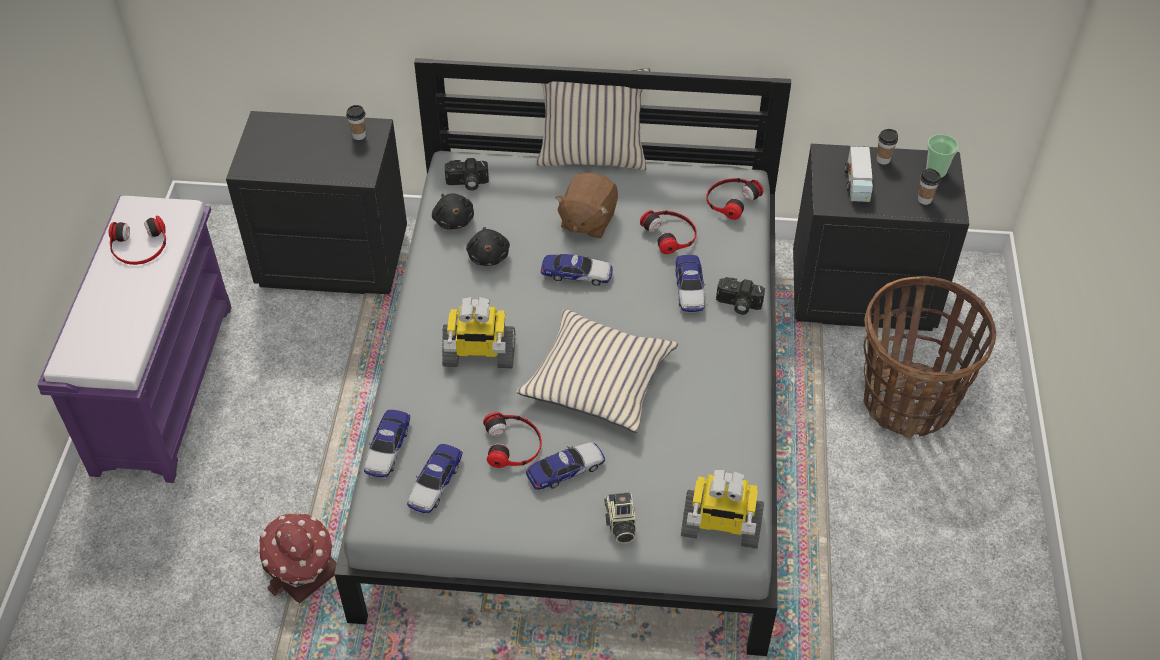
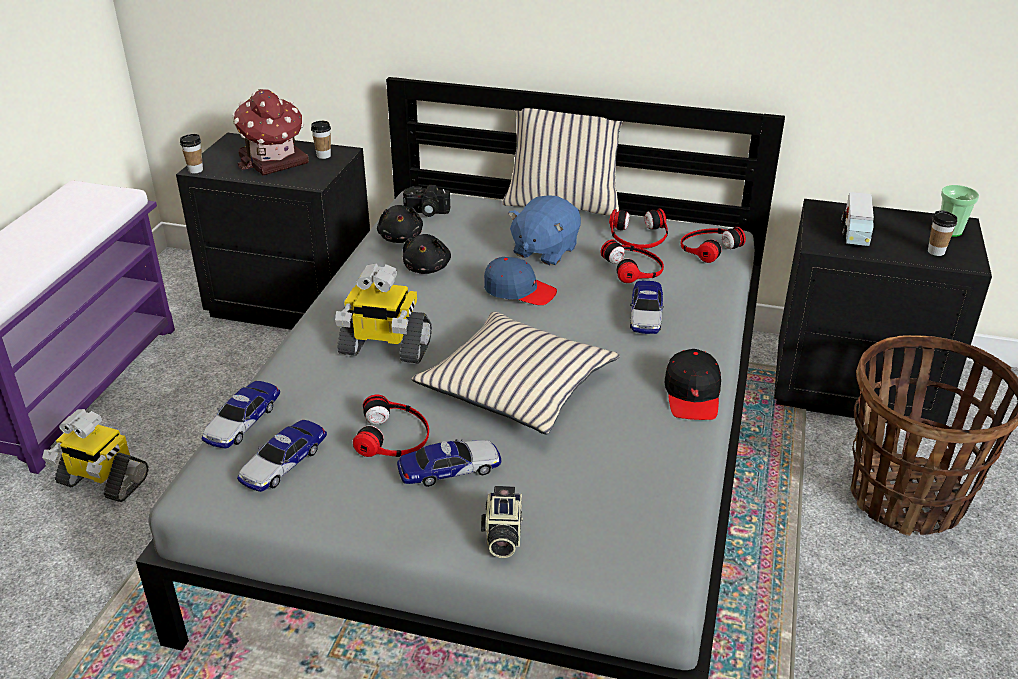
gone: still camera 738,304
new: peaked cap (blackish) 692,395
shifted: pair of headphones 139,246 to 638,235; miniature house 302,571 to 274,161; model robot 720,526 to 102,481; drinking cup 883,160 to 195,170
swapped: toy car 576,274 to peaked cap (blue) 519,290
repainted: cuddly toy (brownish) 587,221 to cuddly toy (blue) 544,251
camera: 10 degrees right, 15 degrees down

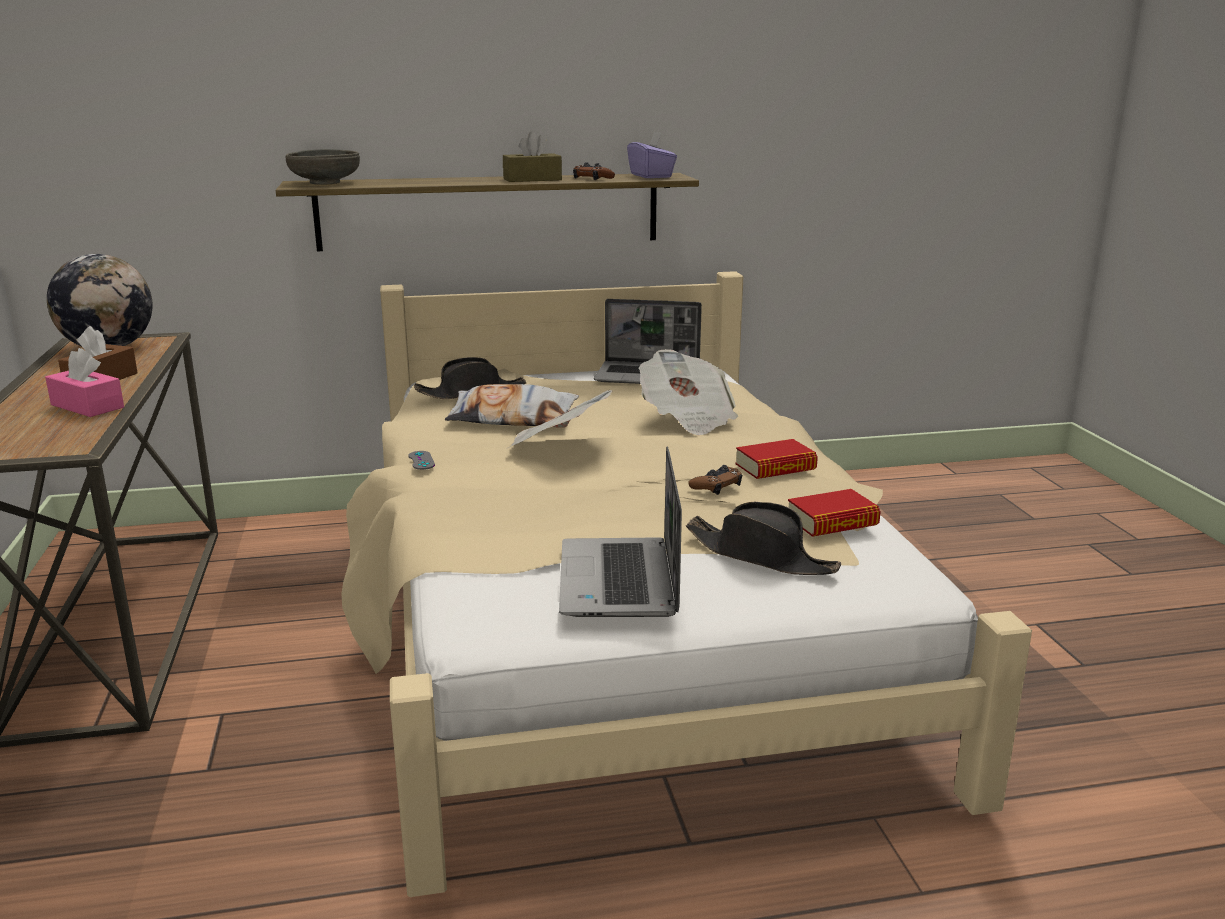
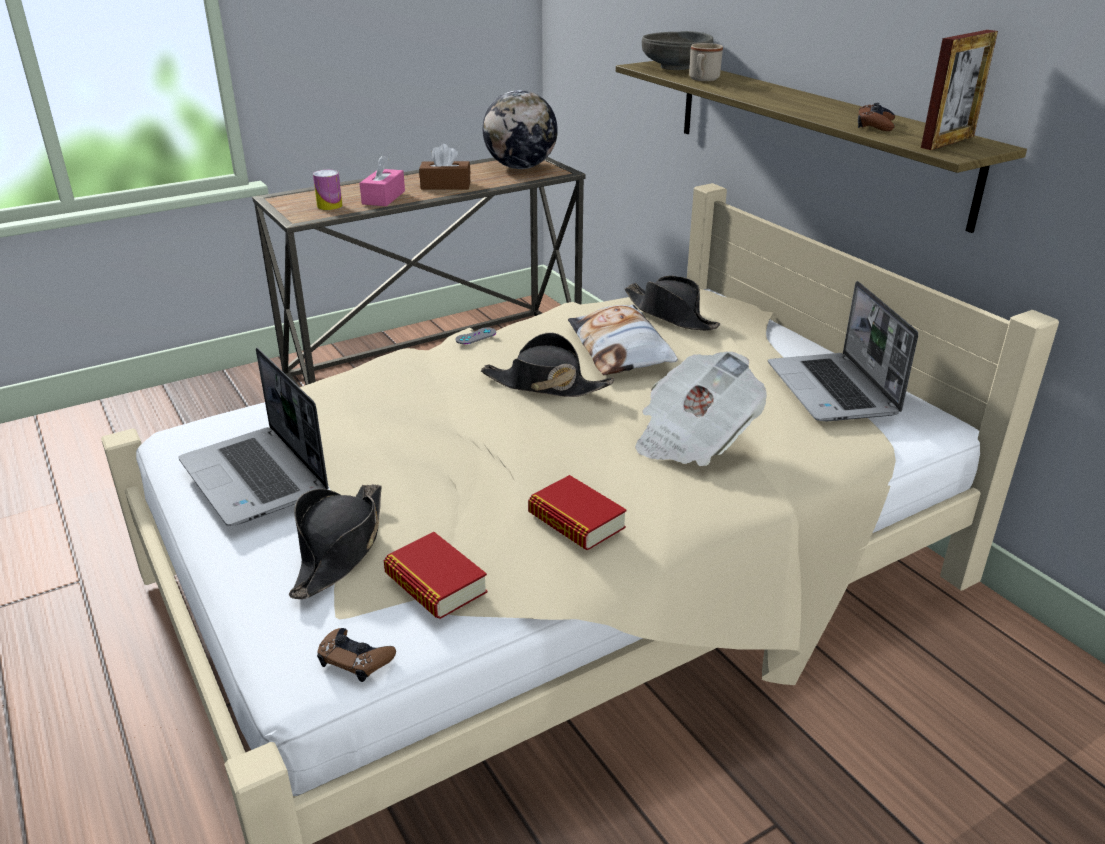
gone: tissue holder (brownish) 532,179
new: can 329,206; coffee mug (beige-coloured) 702,79
shifted: joypad (brownish) 716,485 to 355,659
swapped: printed paper 558,447 to hat (blackish) 545,385; tissue holder (purple-coloured) 651,176 to photo frame 947,142
rotated: notebook computer 620,581 = 256,478 105 degrees counterclockwise
camera: 70 degrees right, 10 degrees up

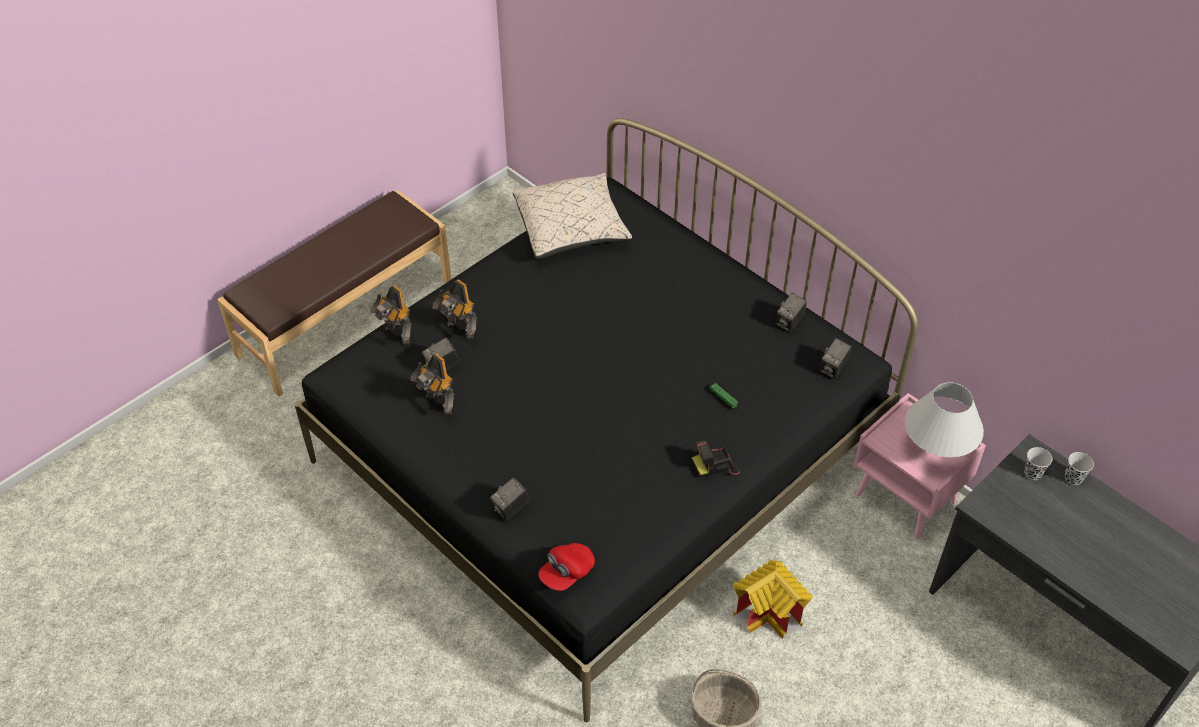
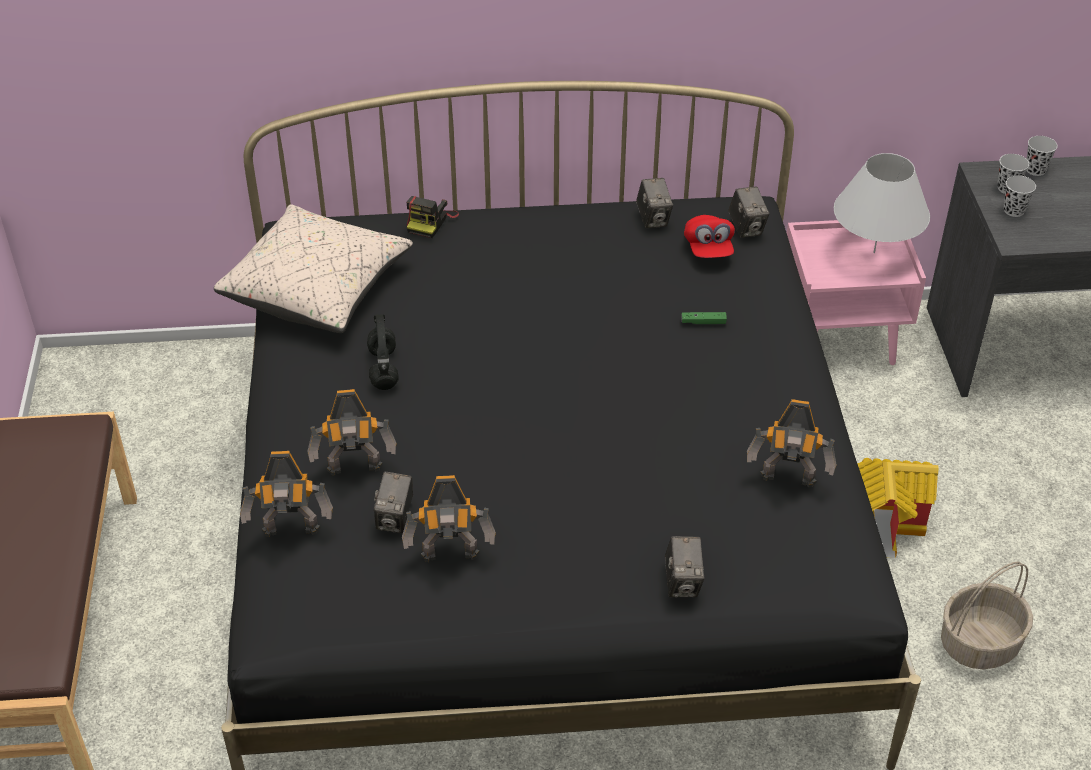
new: pair of headphones (blackish) 383,368; model robot 788,481; drinking cup (blackish) 1014,210
shifted: peaked cap (red) 567,573 to 708,249; still camera 715,464 to 431,221
camera: 50 degrees left, 5 degrees down

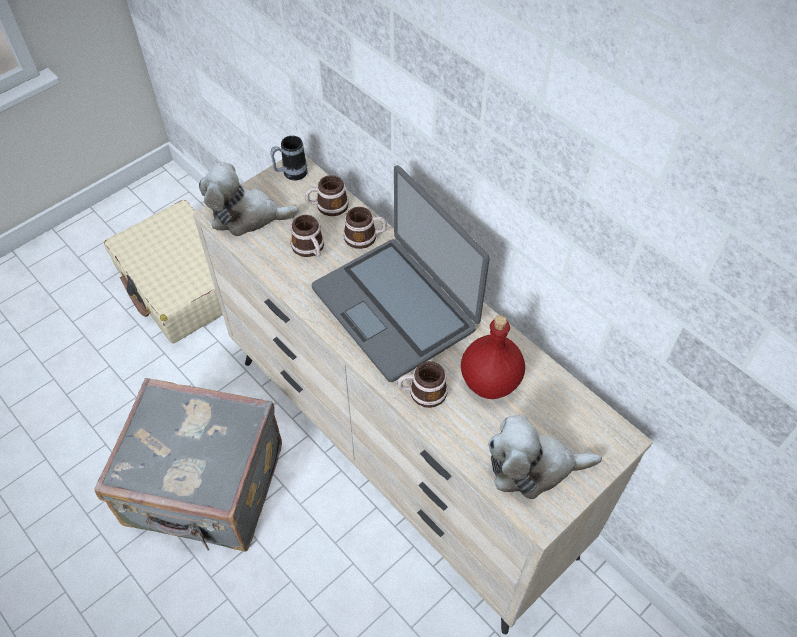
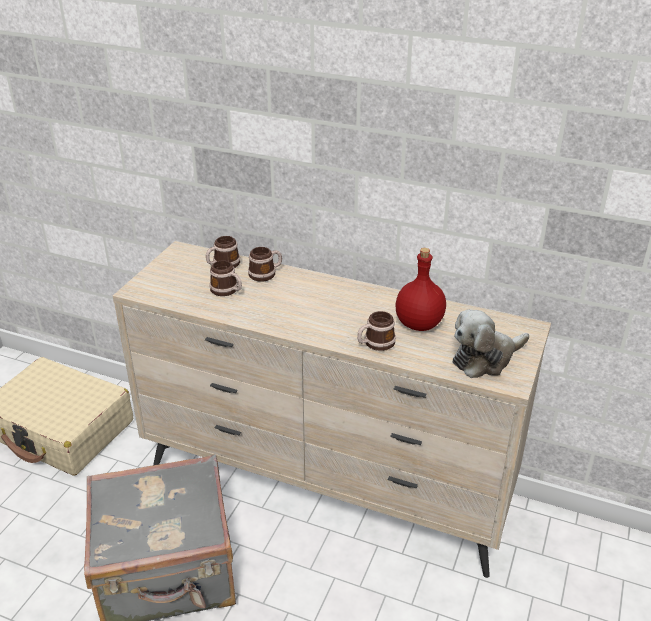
gone: cuddly toy 246,216; coffee mug 290,174; notebook computer 395,307
camera: 25 degrees left, 20 degrees down

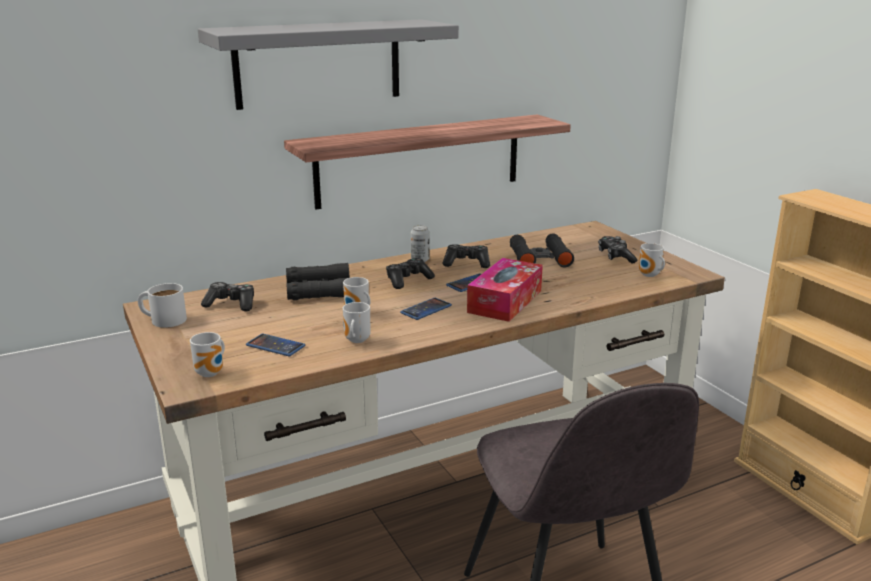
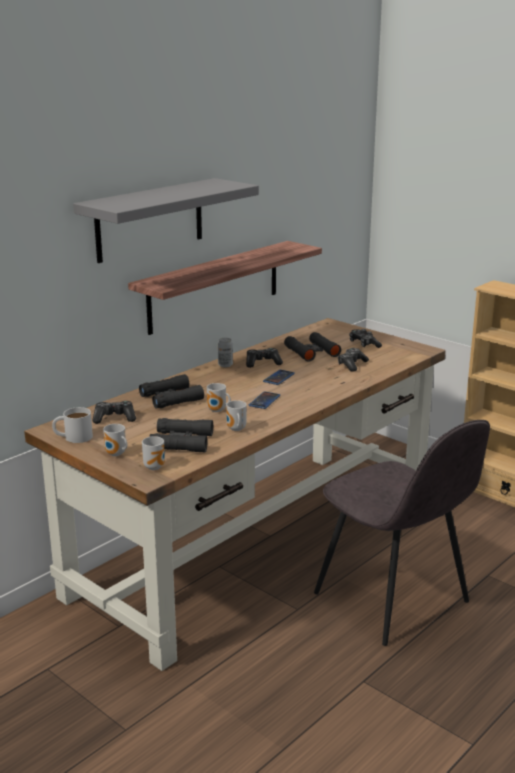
gone: tissue holder 505,301
shifted: joypad 408,280 to 352,365; coffee mug 649,275 to 116,454
swapped: handset 275,346 to pair of binoculars (blackish) 181,442
camera: 20 degrees left, 0 degrees up

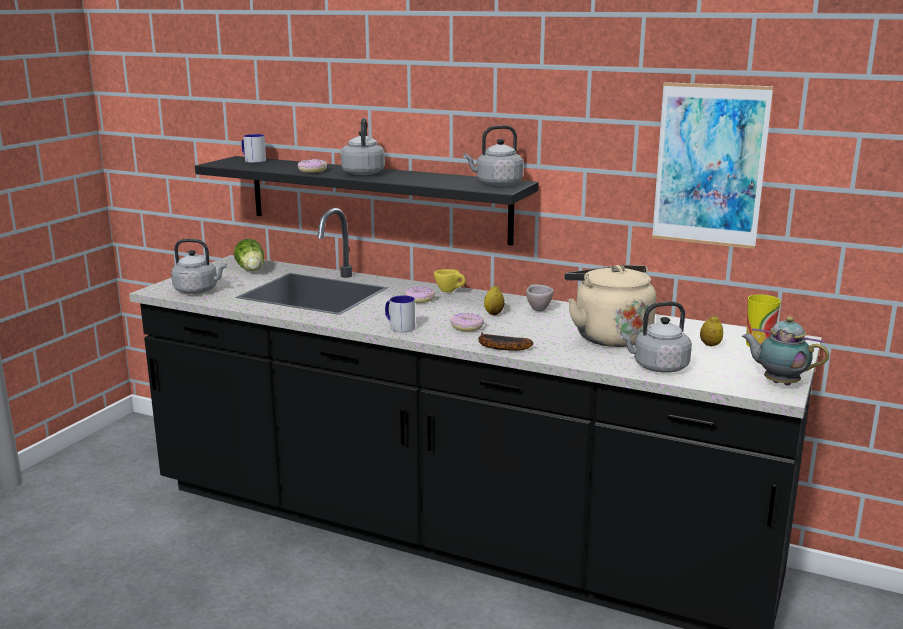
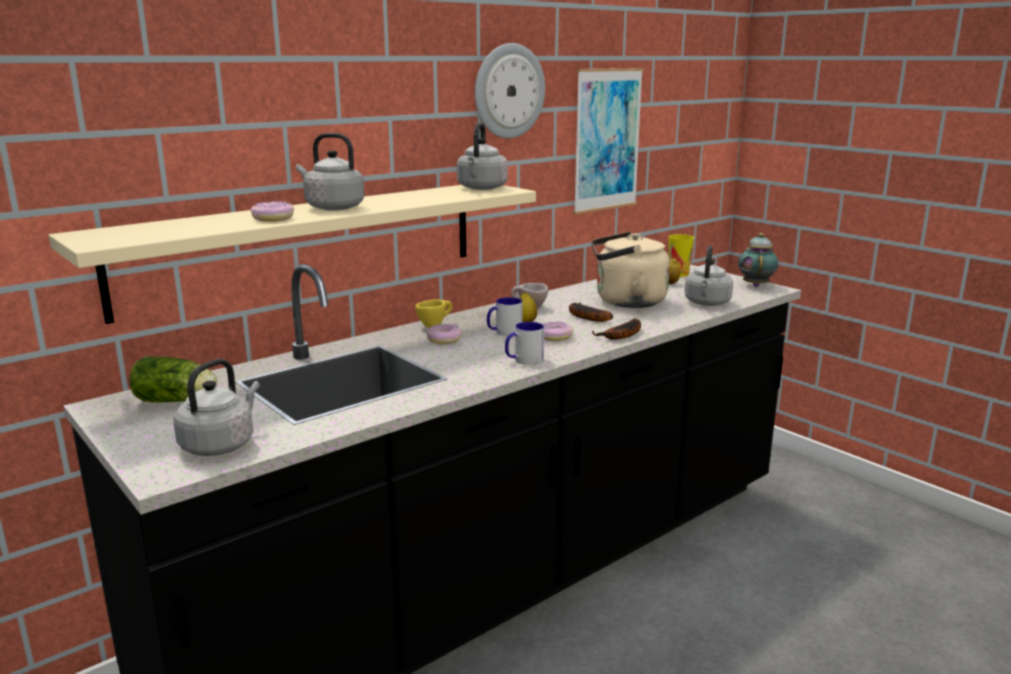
new: wall clock 508,91; banana fruit 584,316
shifted: coffee mug 252,160 to 504,332
repainted: wall shelf (blackish) 376,198 to wall shelf (beige-coloured) 307,244
rotated: teapot 778,383 = 756,285 135 degrees clockwise
camera: 65 degrees left, 0 degrees up

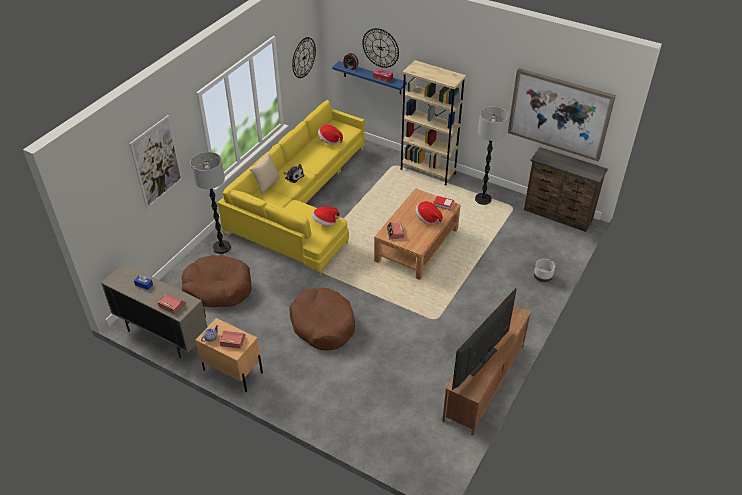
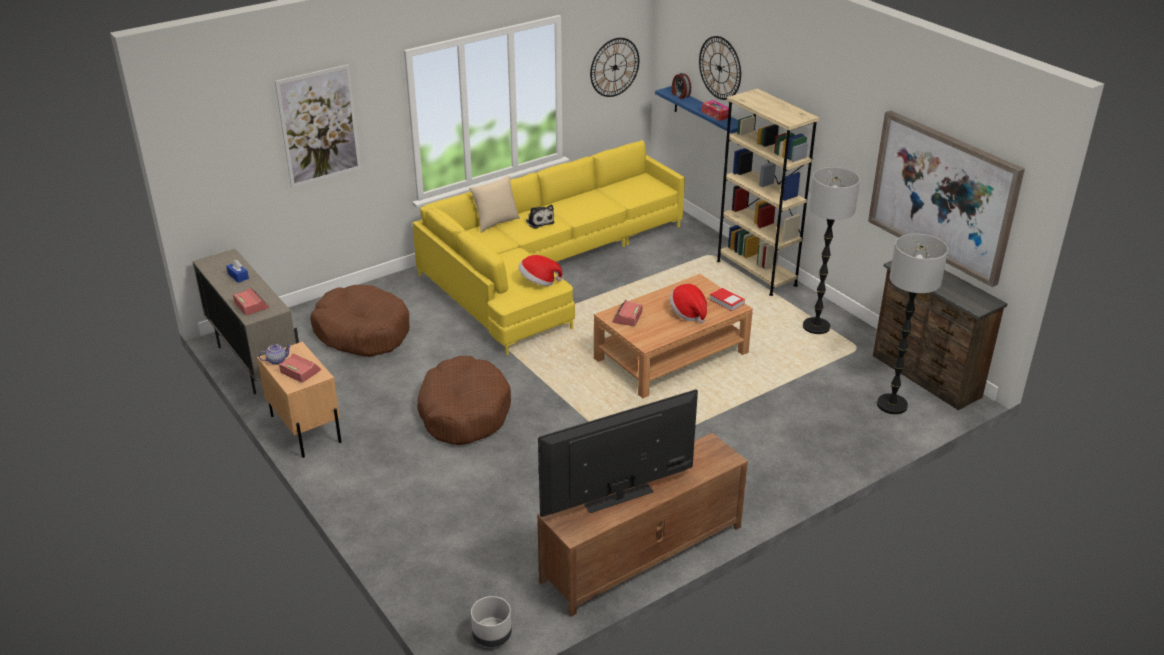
gone: hat 329,140
shifted: standard lamp 222,247 to 892,405; plant pot (greyish) 542,277 to 492,636
camera: 25 degrees right, 10 degrees down

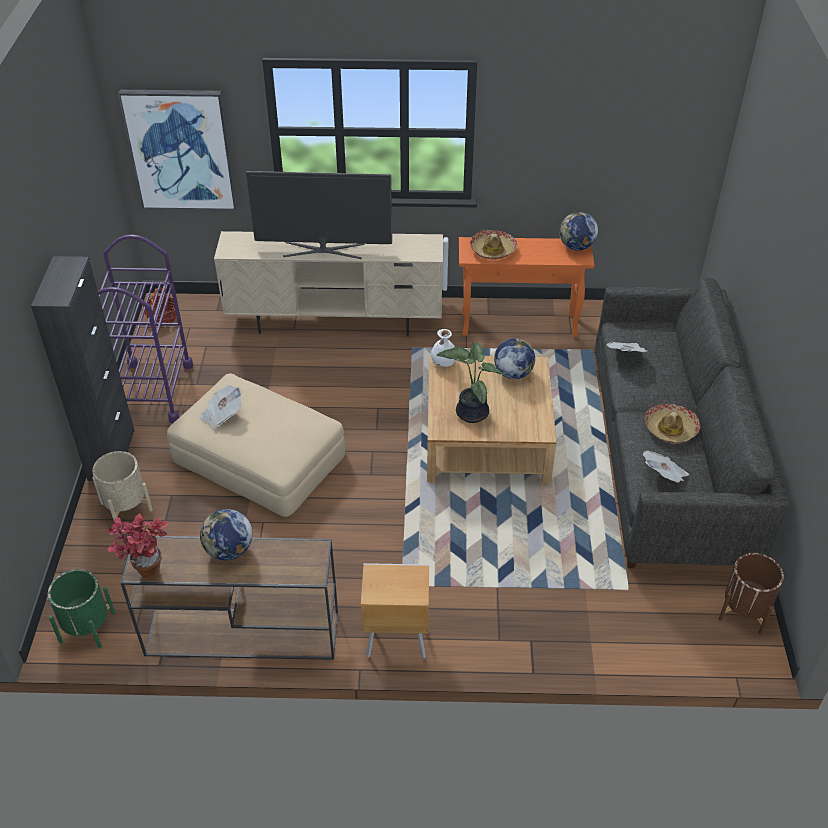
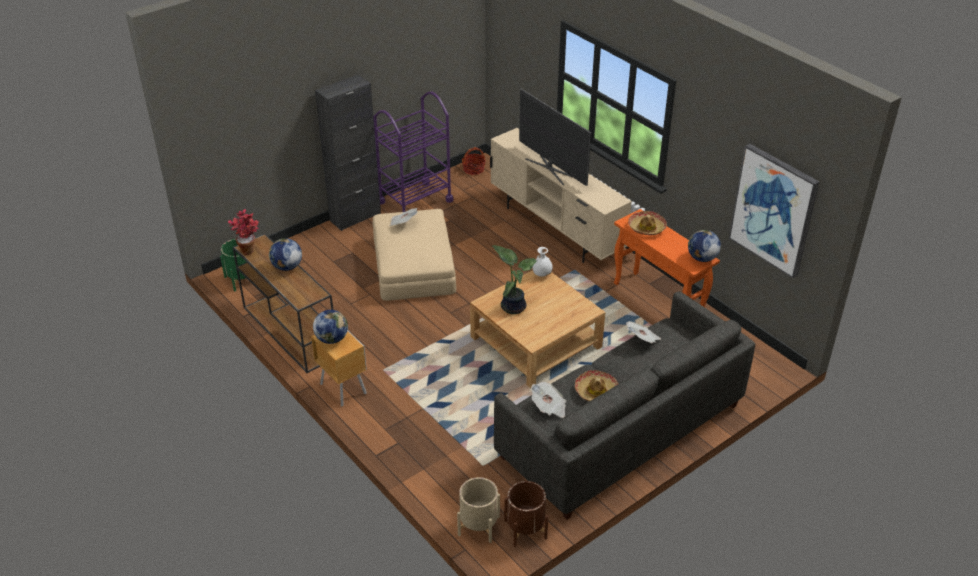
shifted: plant pot (beige-coloured) 126,506 to 478,525; wall picture 181,150 to 773,210; desk globe 513,373 to 332,339
camera: 50 degrees right, 5 degrees down

